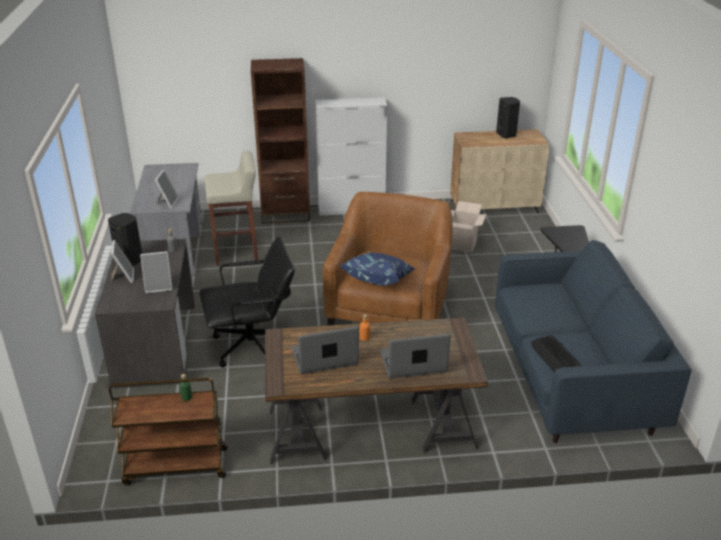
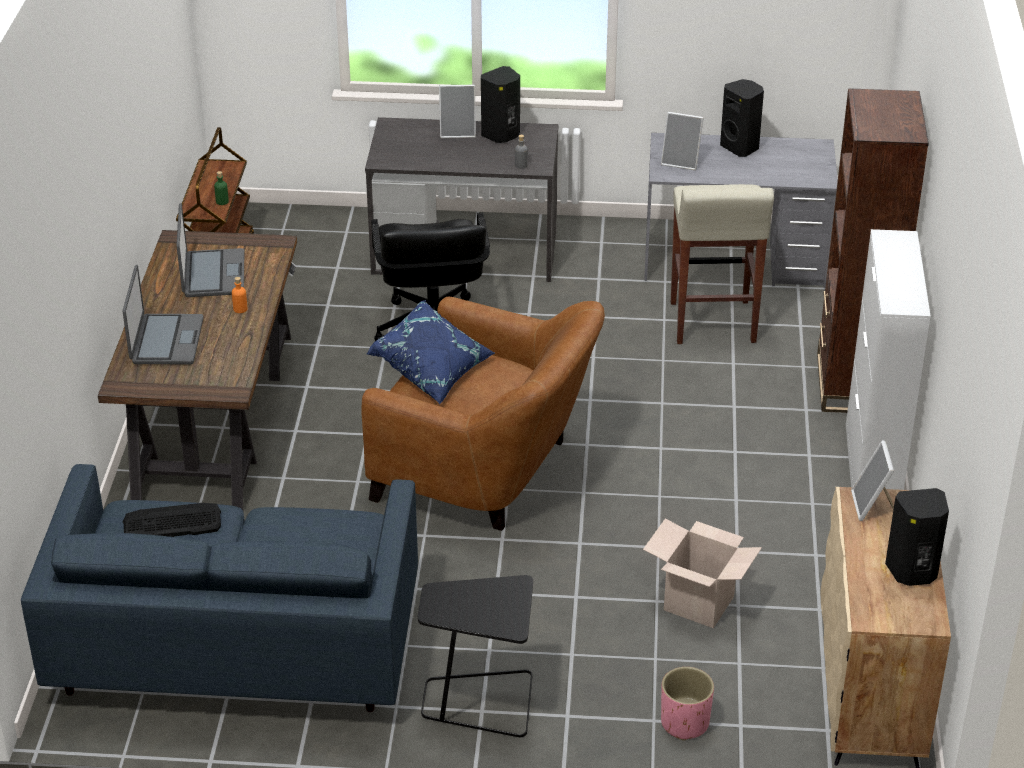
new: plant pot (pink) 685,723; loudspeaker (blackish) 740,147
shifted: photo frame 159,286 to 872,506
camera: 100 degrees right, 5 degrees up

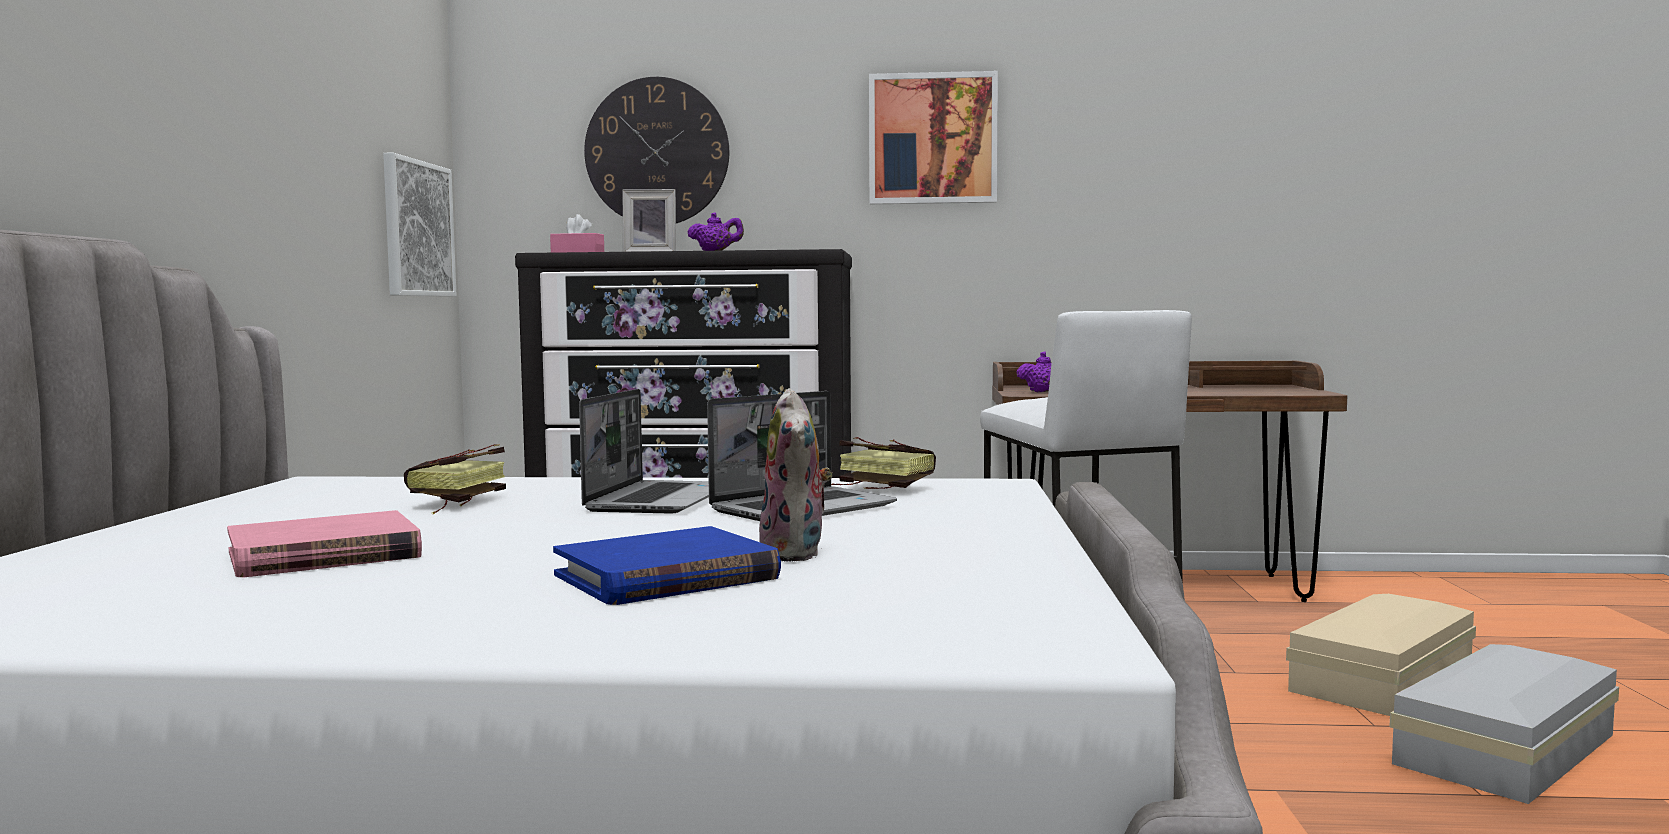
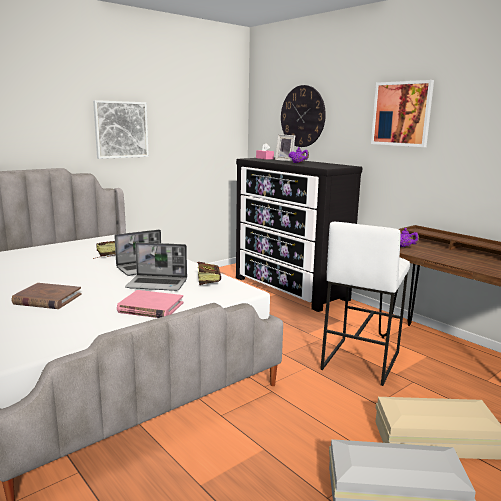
gone: cuddly toy 797,553
shifted: bound book (pink) 324,554 to 150,307; wall picture 417,229 to 121,129
repainted: bound book (blue) 666,577 to bound book (brownish) 47,299
camera: 45 degrees right, 10 degrees up

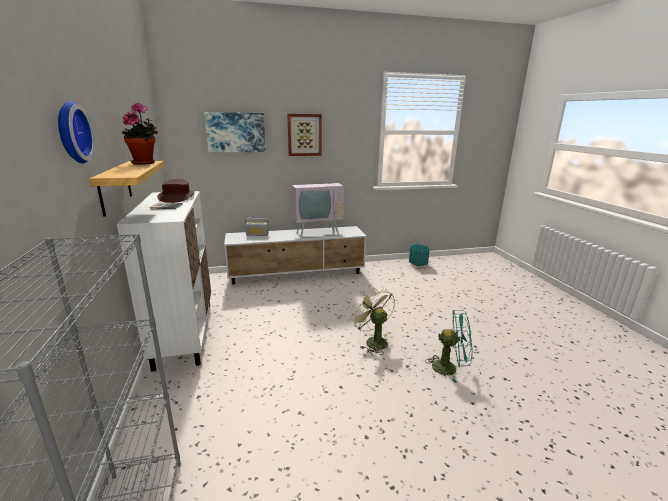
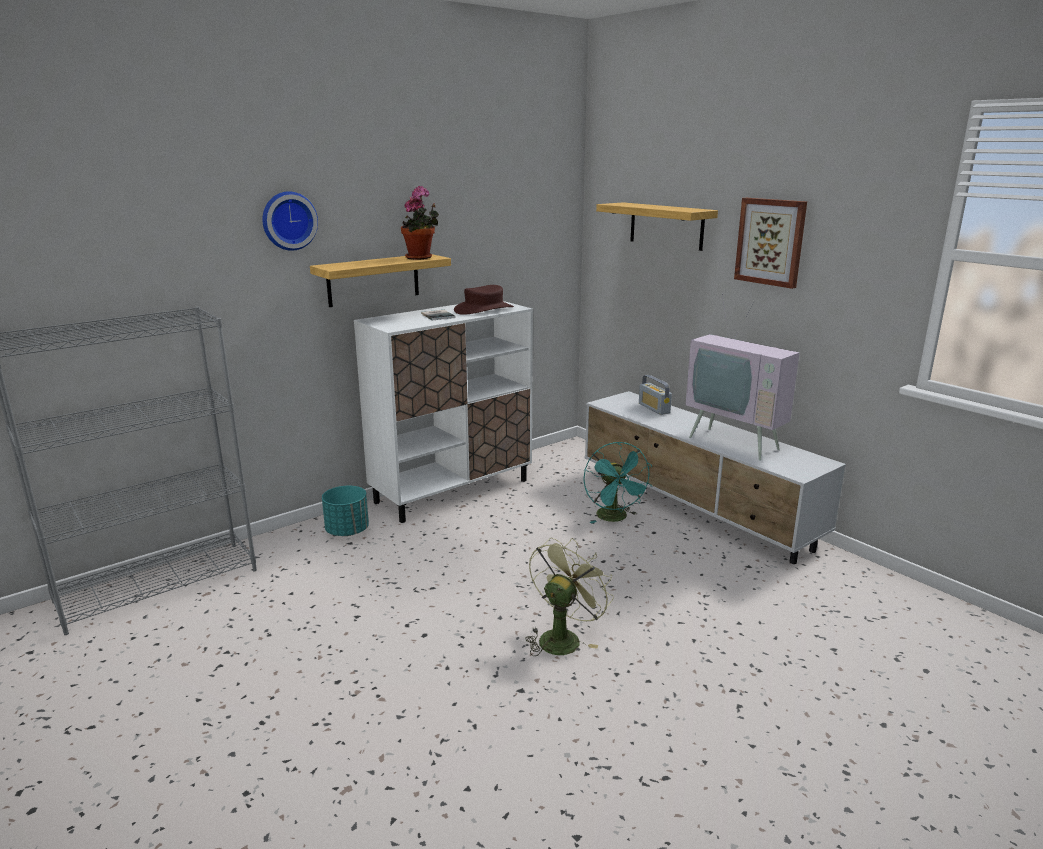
shifted: plant pot (turquoise-coloured) 418,264 to 347,531; cooling fan (turquoise-coloured) 449,368 to 615,518
swapped: wall picture 235,132 to wall shelf 666,226
camera: 65 degrees right, 0 degrees up

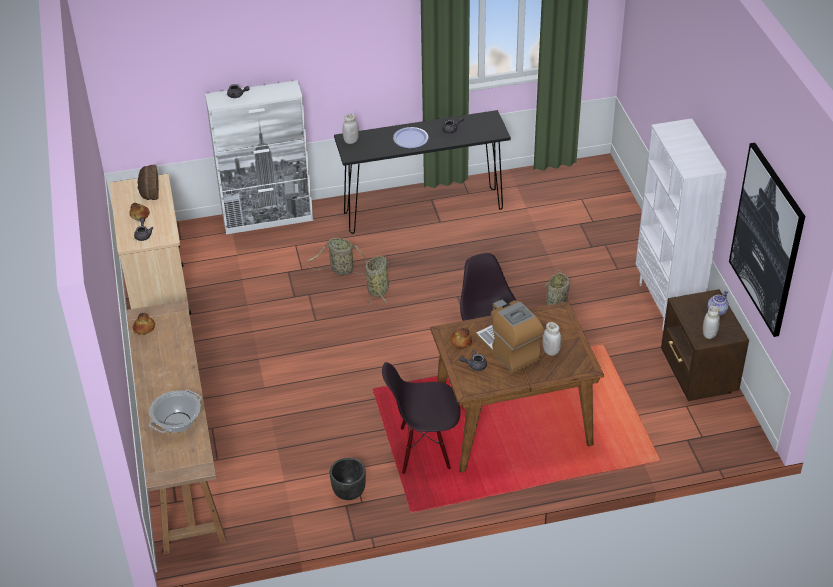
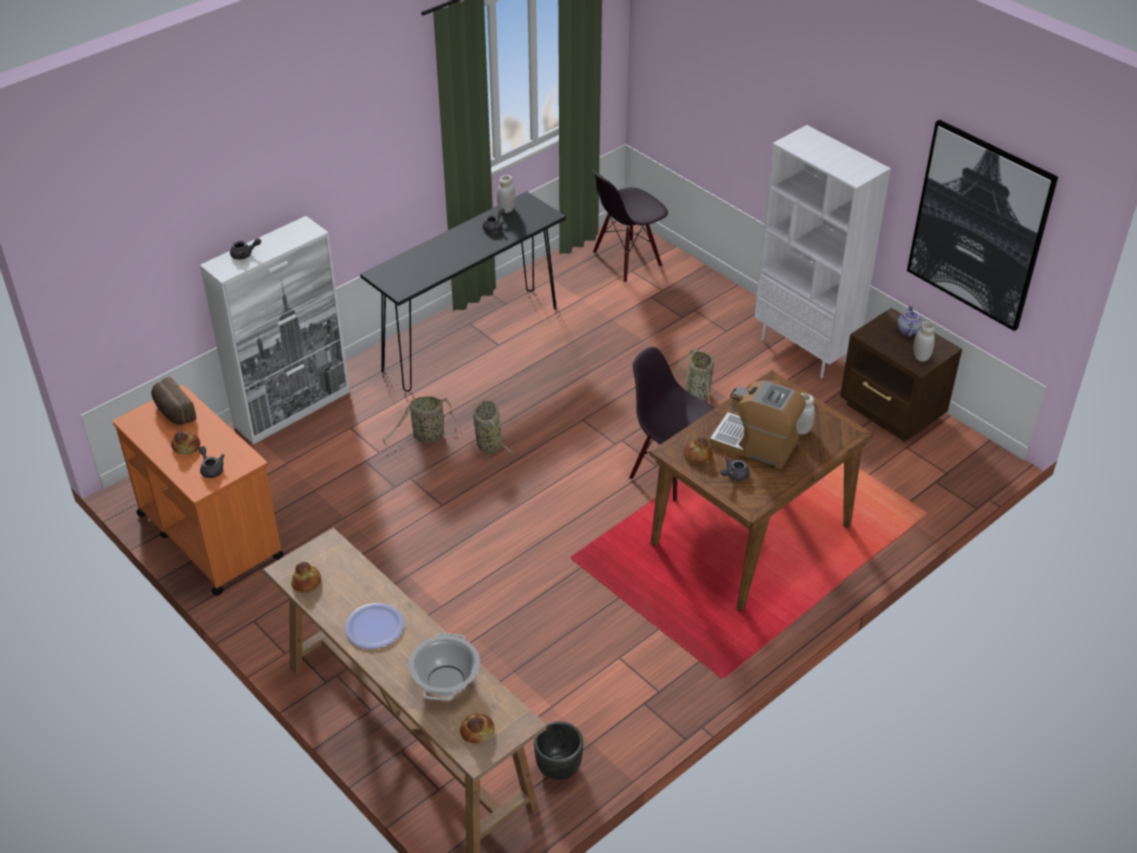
new: bread 477,731
shifted: plant pot (blackish) 348,492 to 558,768; jar (white-coloured) 351,141 to 506,209; chair (blackish) 424,449 to 627,260; plate 410,138 to 375,627
repainted: wheeled cart (beige-coloured) 157,284 to wheeled cart (orange) 209,535
camera: 30 degrees left, 0 degrees up

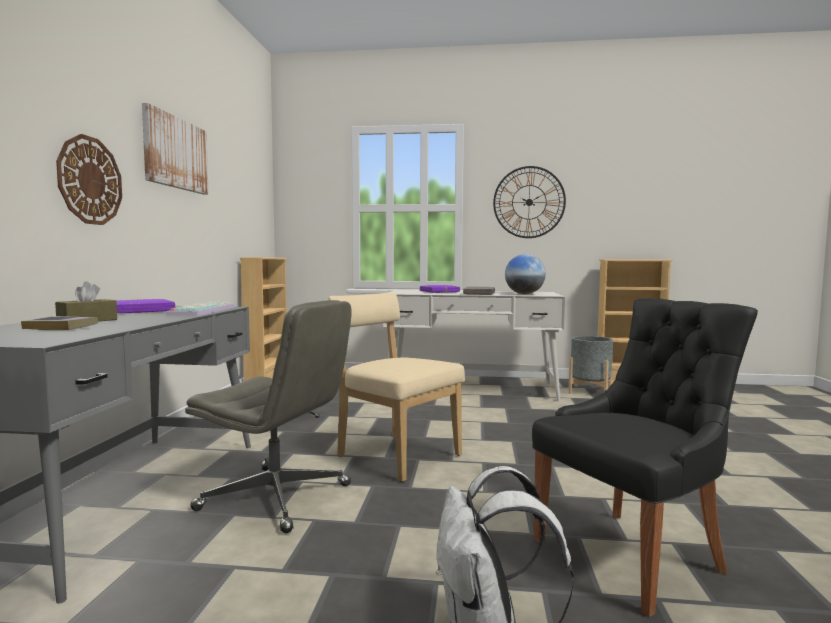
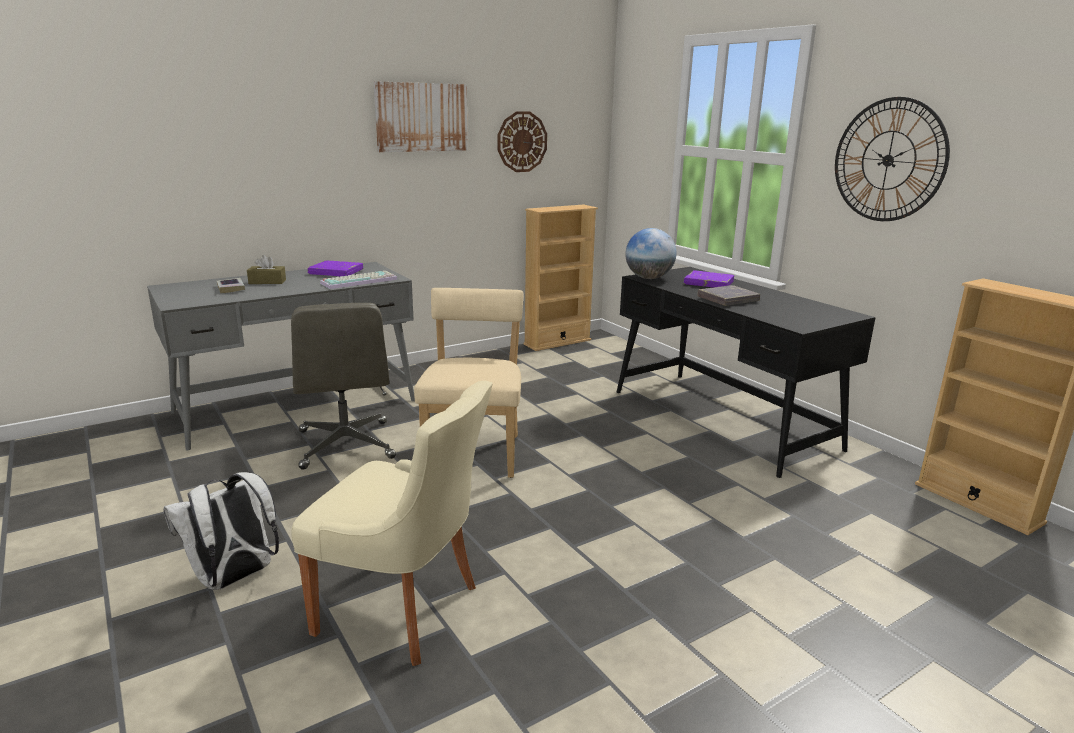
gone: plant pot (greyish) 590,391
shifted: wall clock 90,180 to 522,142; desk globe 524,294 to 649,278
repainted: desk unit (white-coloured) 471,388 to desk unit (blackish) 721,419; chair (blackish) 633,554 to chair (beige-coloured) 403,610
camera: 50 degrees right, 15 degrees up

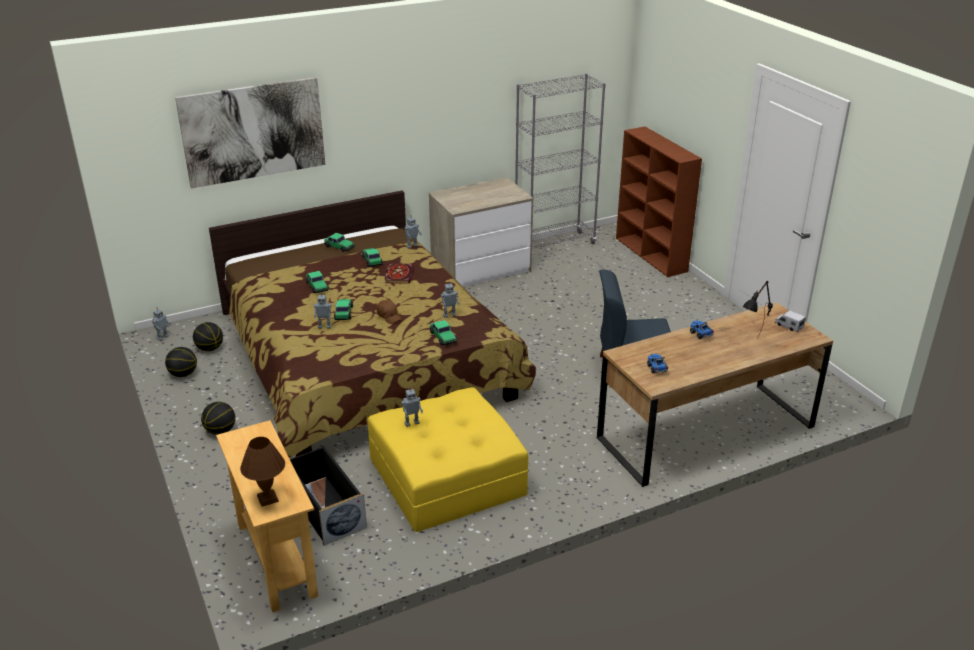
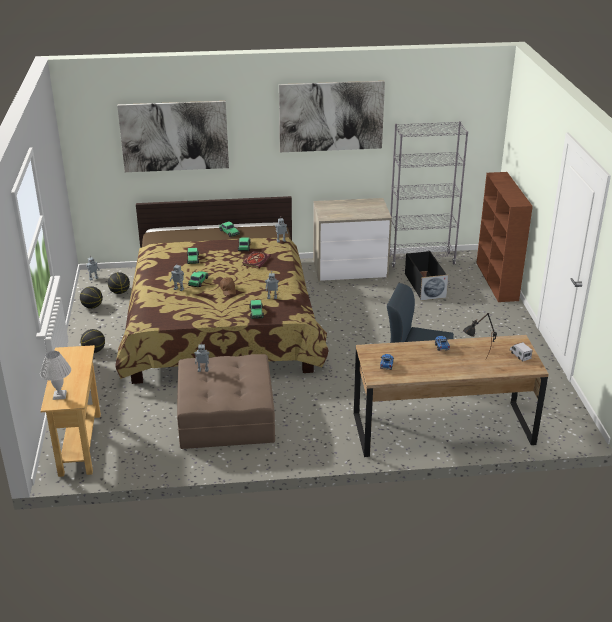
new: wall picture 331,116
shifted: storage bin (blackish) 325,509 to 424,285
repainted: lamp for a table (brownish) 268,498 to lamp for a table (white-coloured) 60,395; ottoman (yellowish) 447,476 to ottoman (brownish) 227,416
camera: 20 degrees right, 0 degrees up

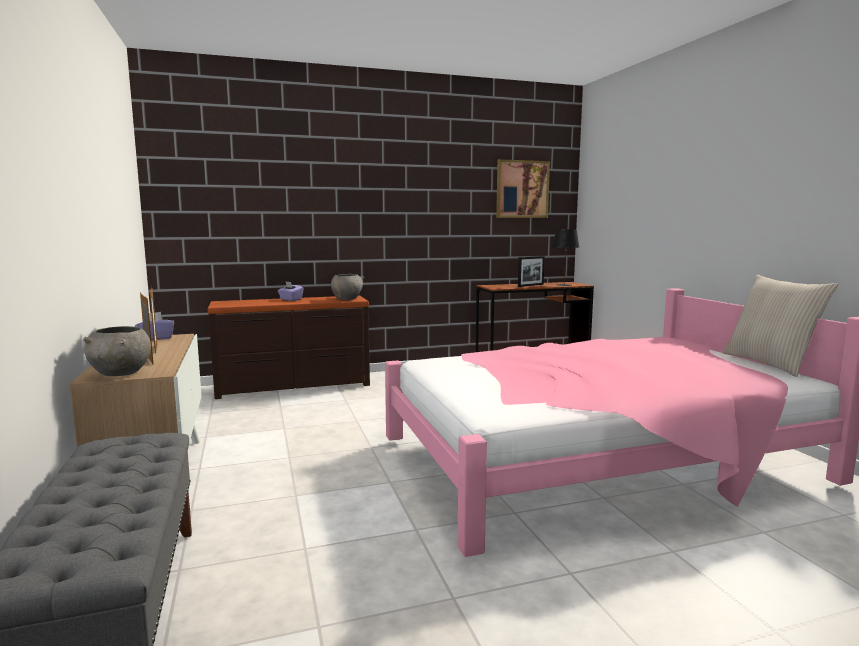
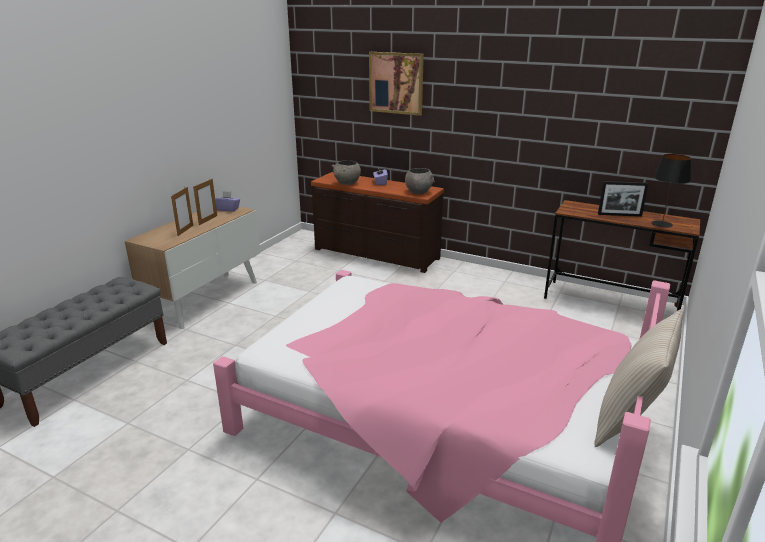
shifted: bowl (greyish) 121,373 to 347,183; wall picture 522,189 to 396,83
camera: 45 degrees right, 15 degrees up

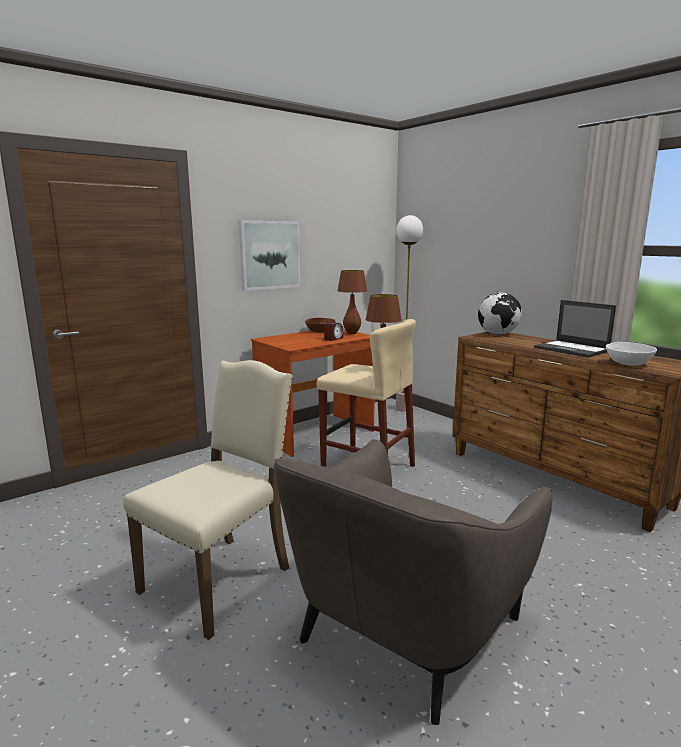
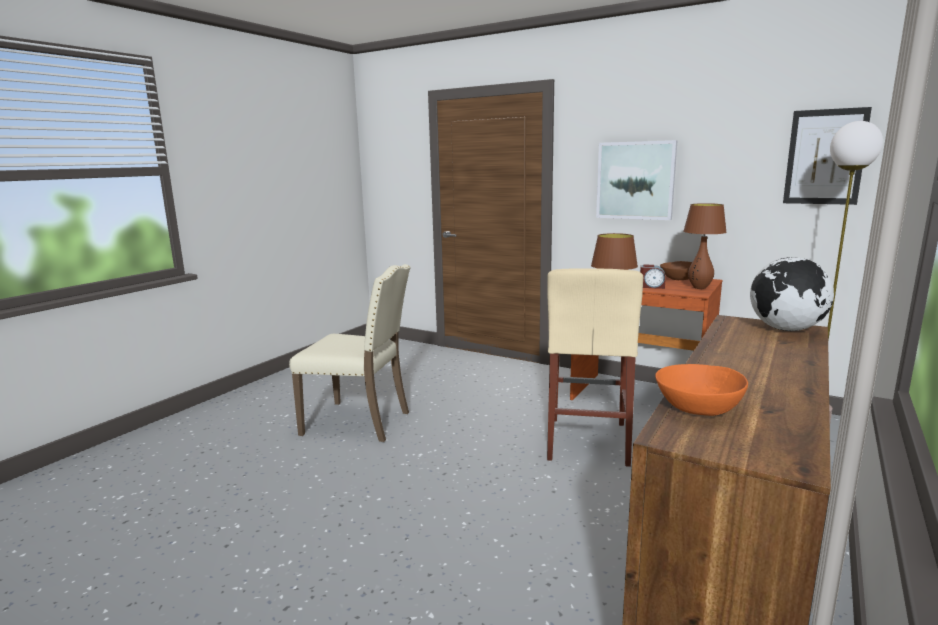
gone: easy chair (greyish) 405,627; notebook computer 572,349
new: wall picture 825,157
repainted: bowl (white-coloured) 628,363 to bowl (orange) 697,408
camera: 70 degrees right, 0 degrees up

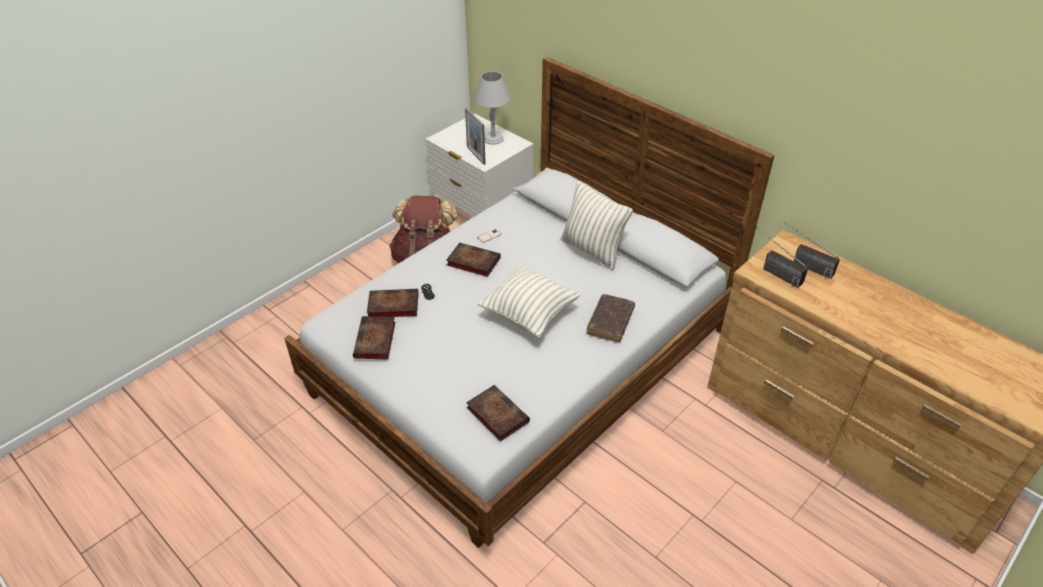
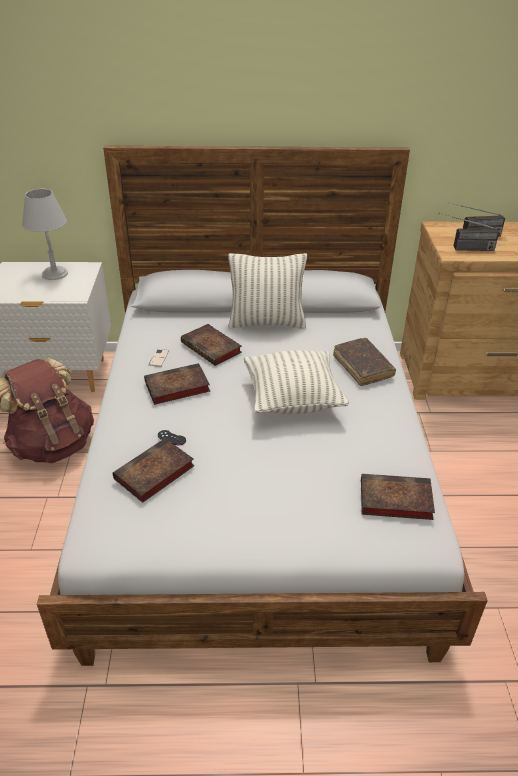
gone: photo frame 476,155
shifted: bound book 375,341 to 212,348
camera: 45 degrees left, 5 degrees down

